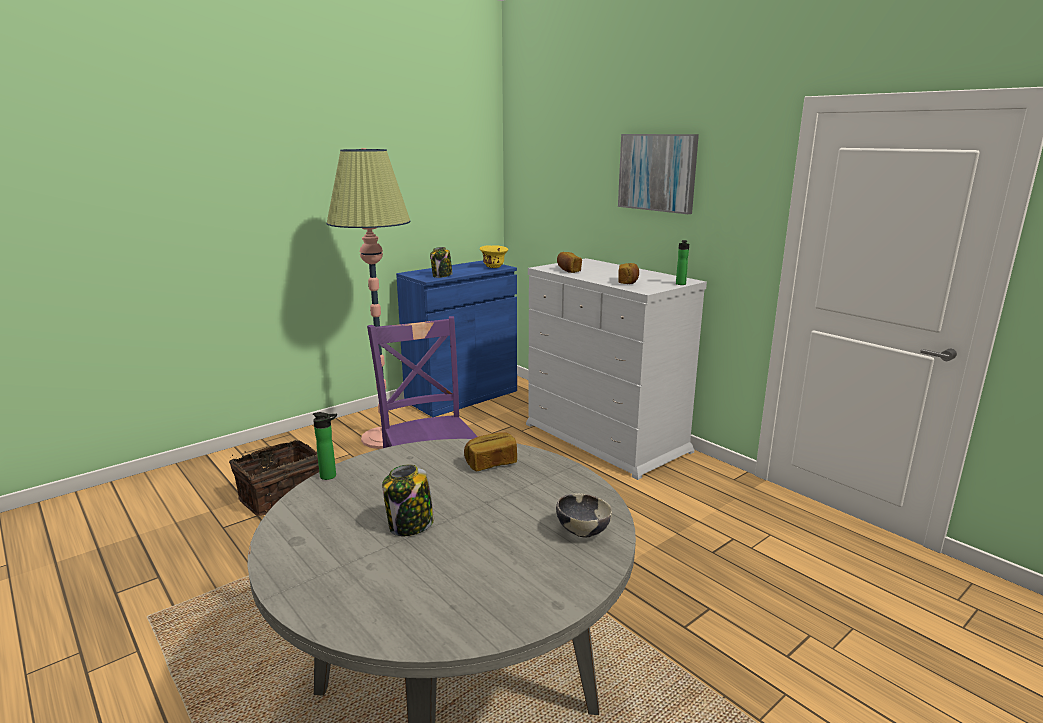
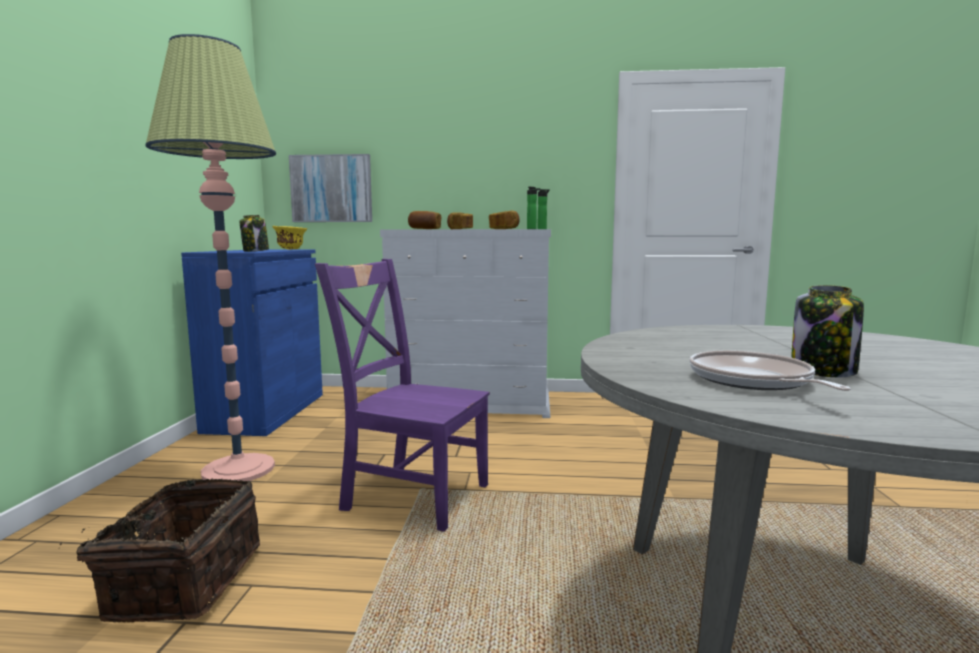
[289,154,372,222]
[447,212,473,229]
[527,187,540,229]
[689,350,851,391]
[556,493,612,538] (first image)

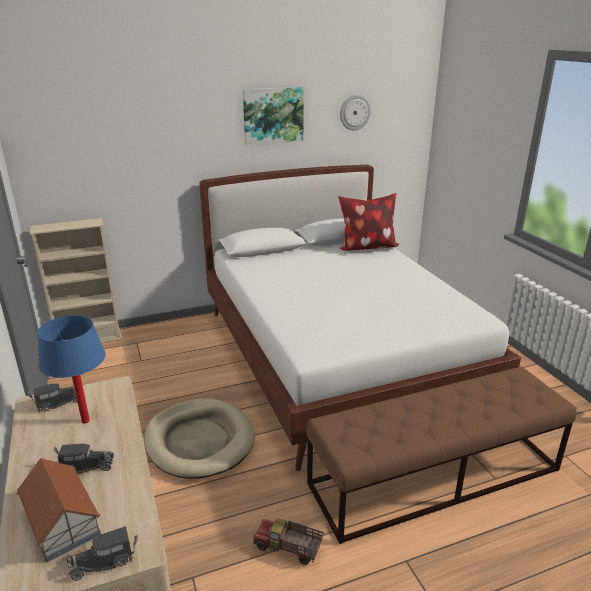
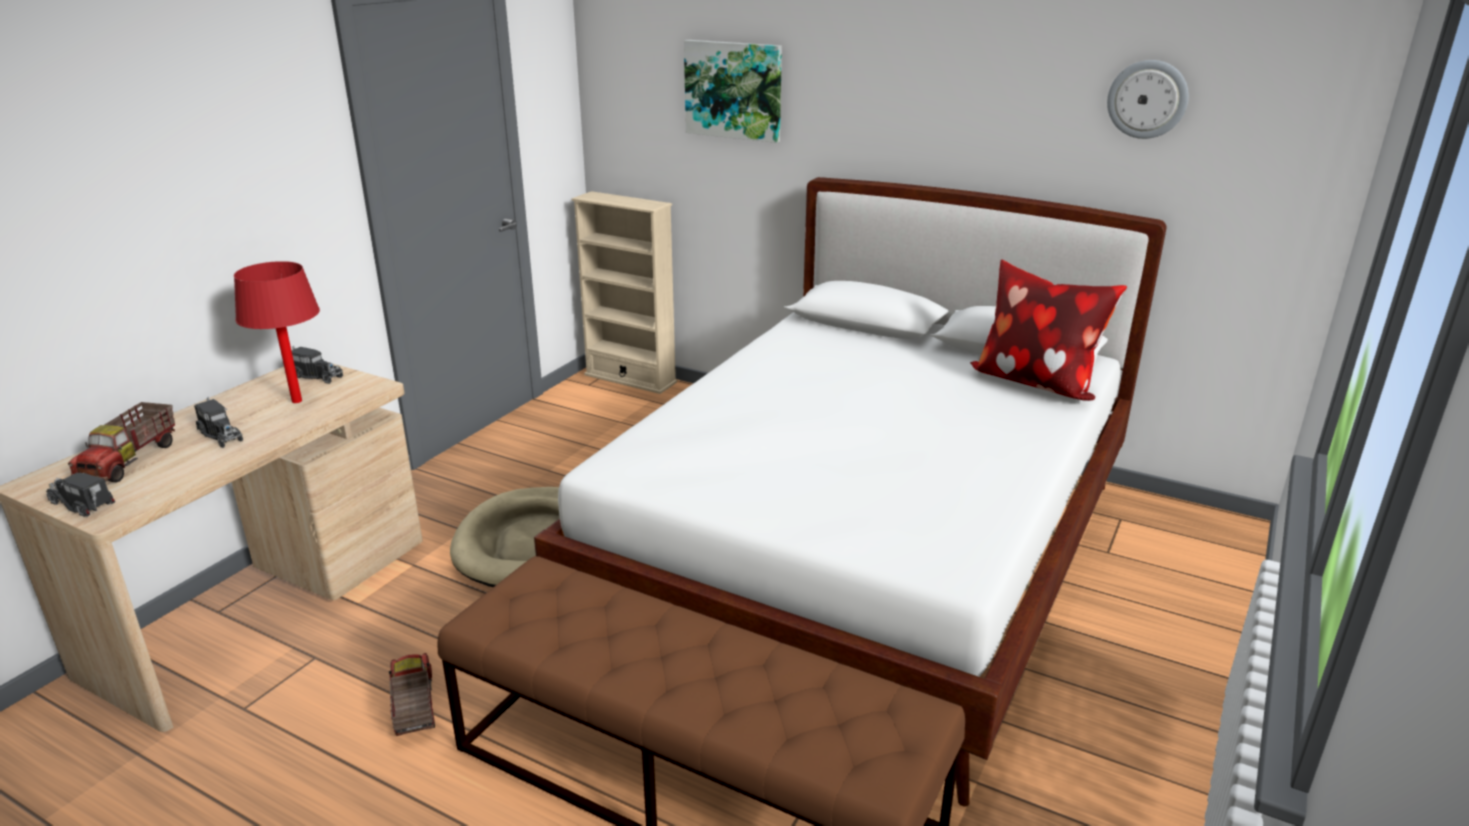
[68,402,175,483]
[234,261,320,403]
[684,40,782,143]

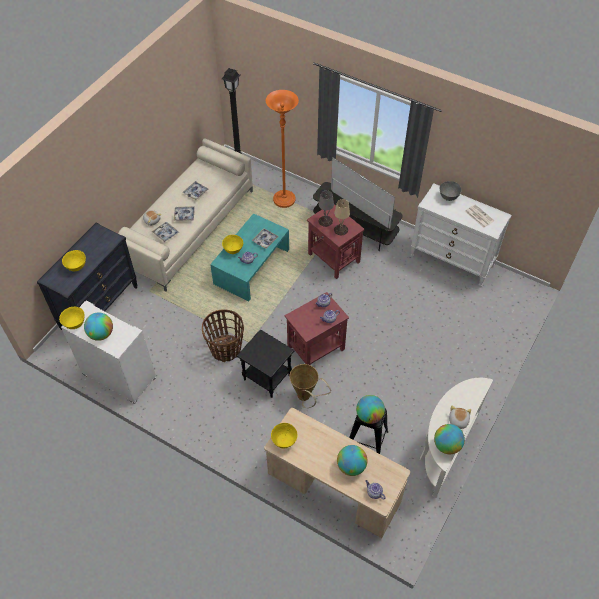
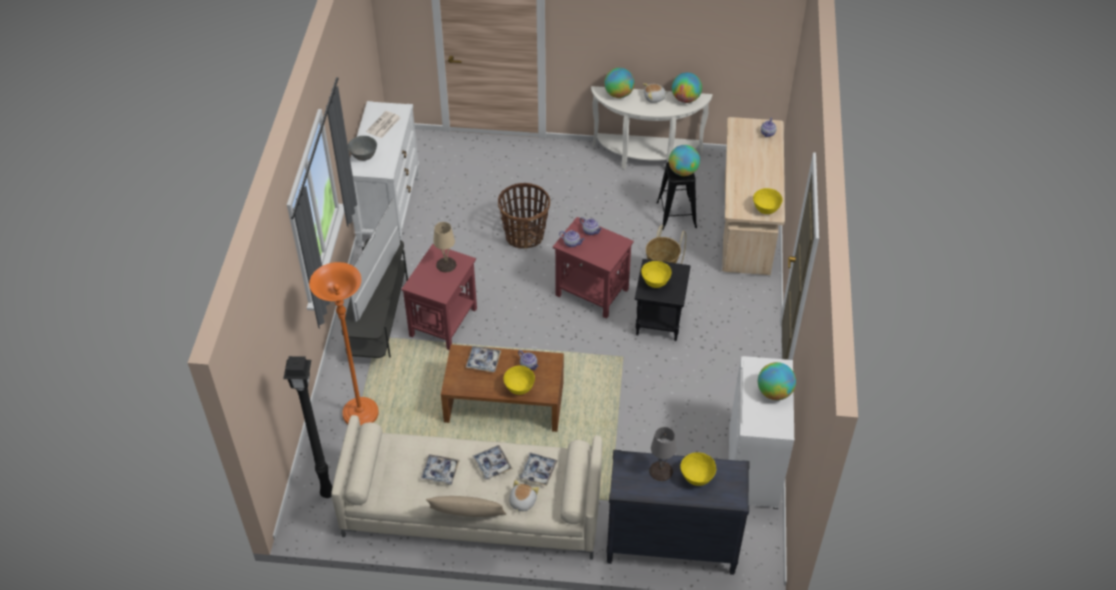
[425,496,506,517]
[441,344,564,432]
[498,183,550,249]
[604,68,635,98]
[641,261,672,288]
[649,427,676,481]

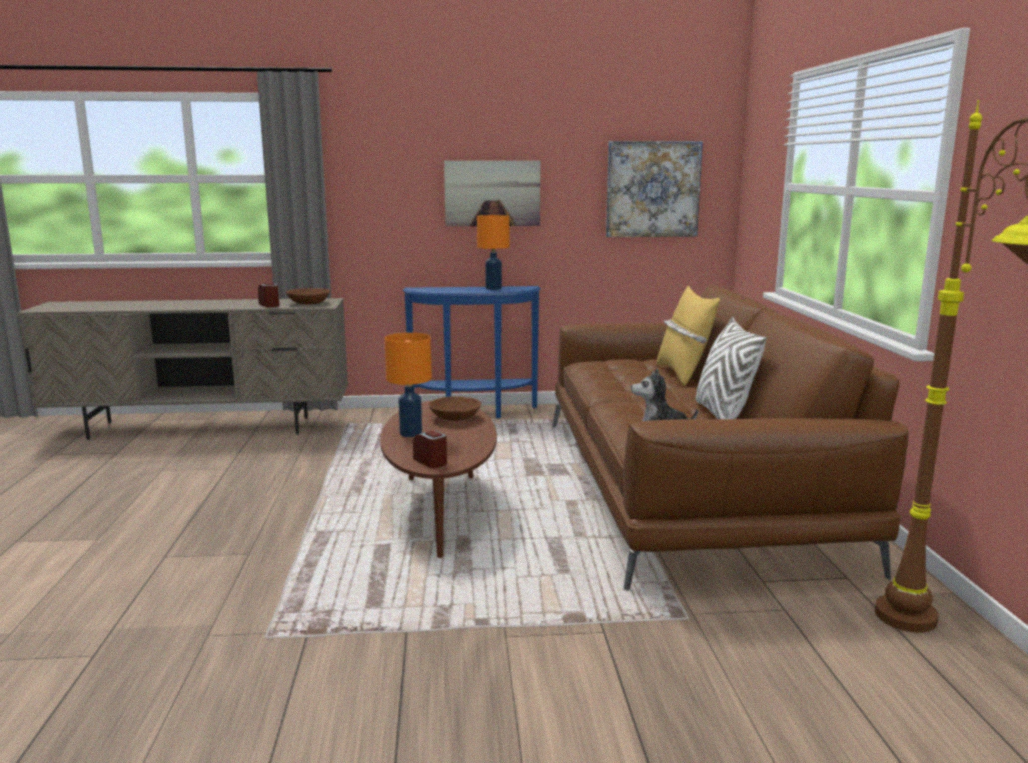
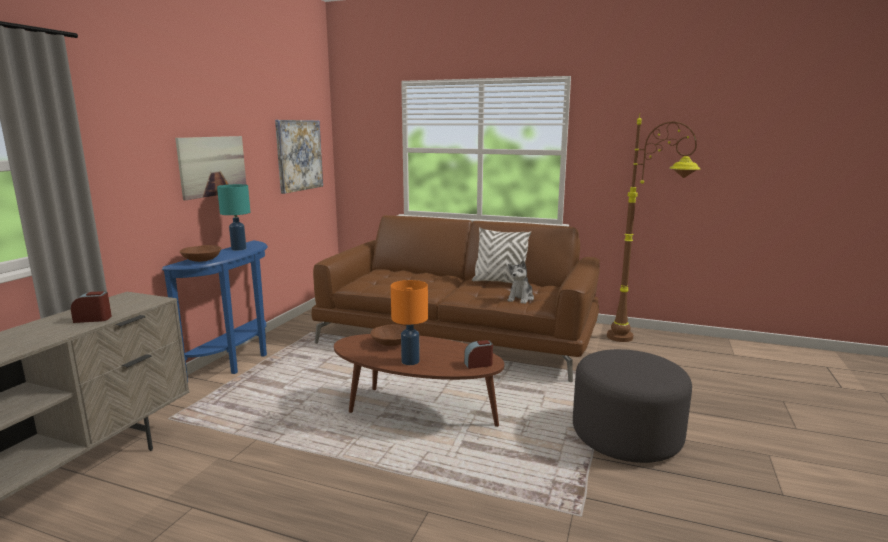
[180,245,221,262]
[217,184,250,251]
[573,349,692,463]
[657,286,720,386] (first image)

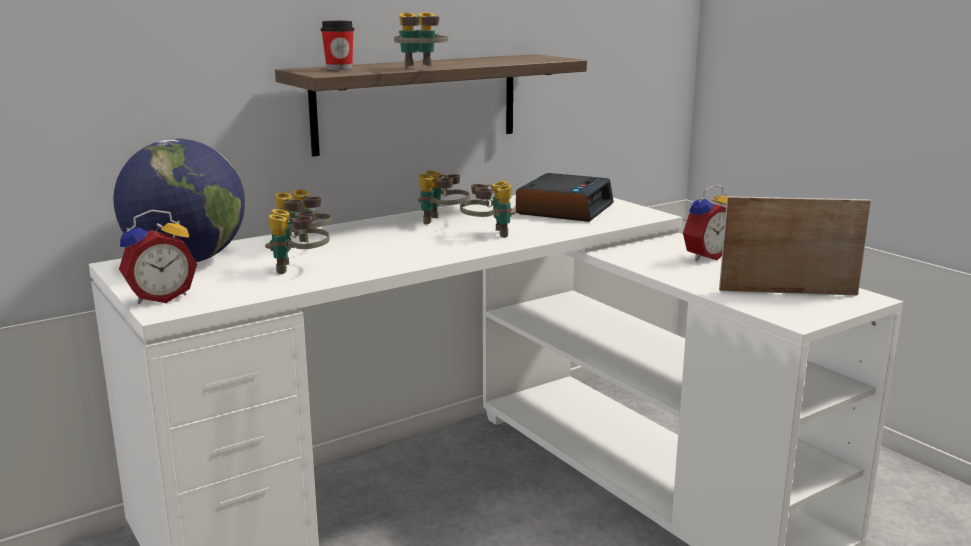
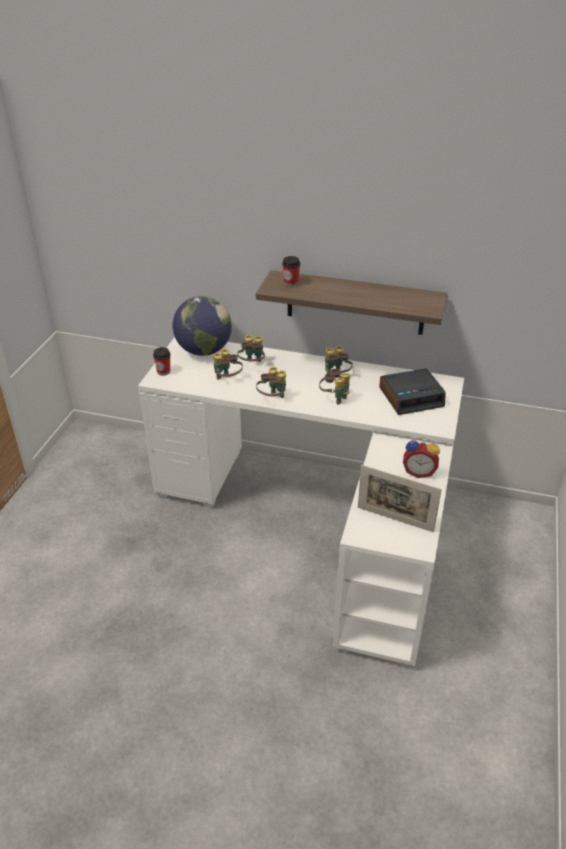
[153,347,171,375]
[256,367,286,398]
[358,465,442,532]

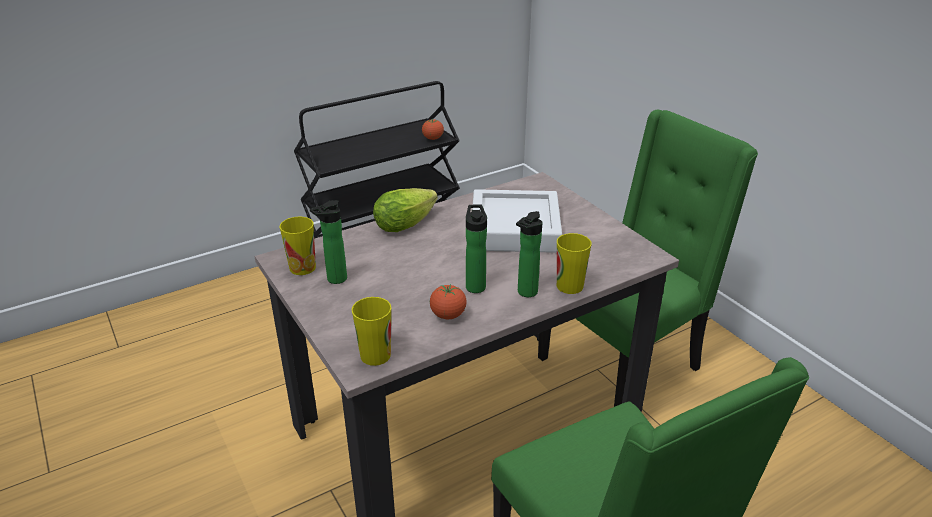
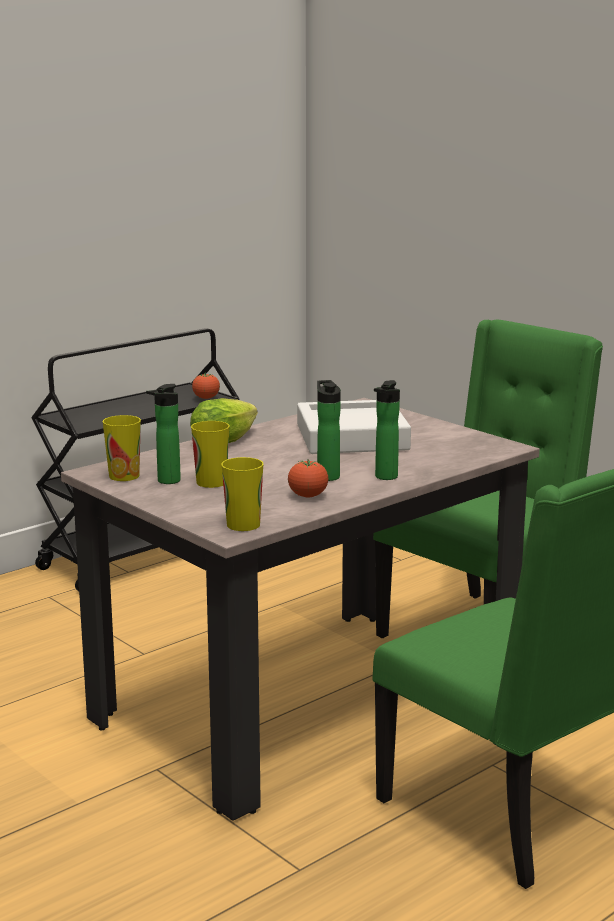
[191,421,230,488]

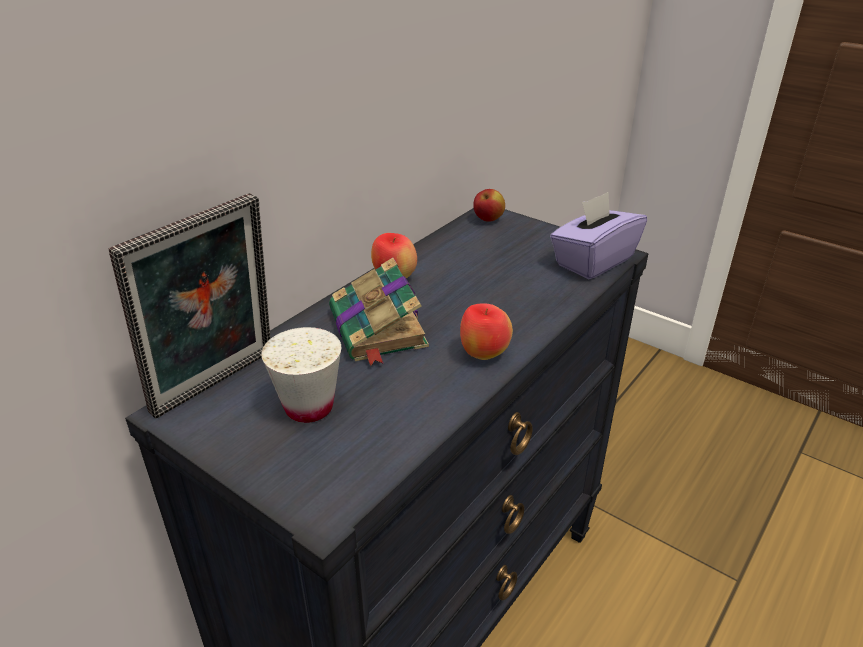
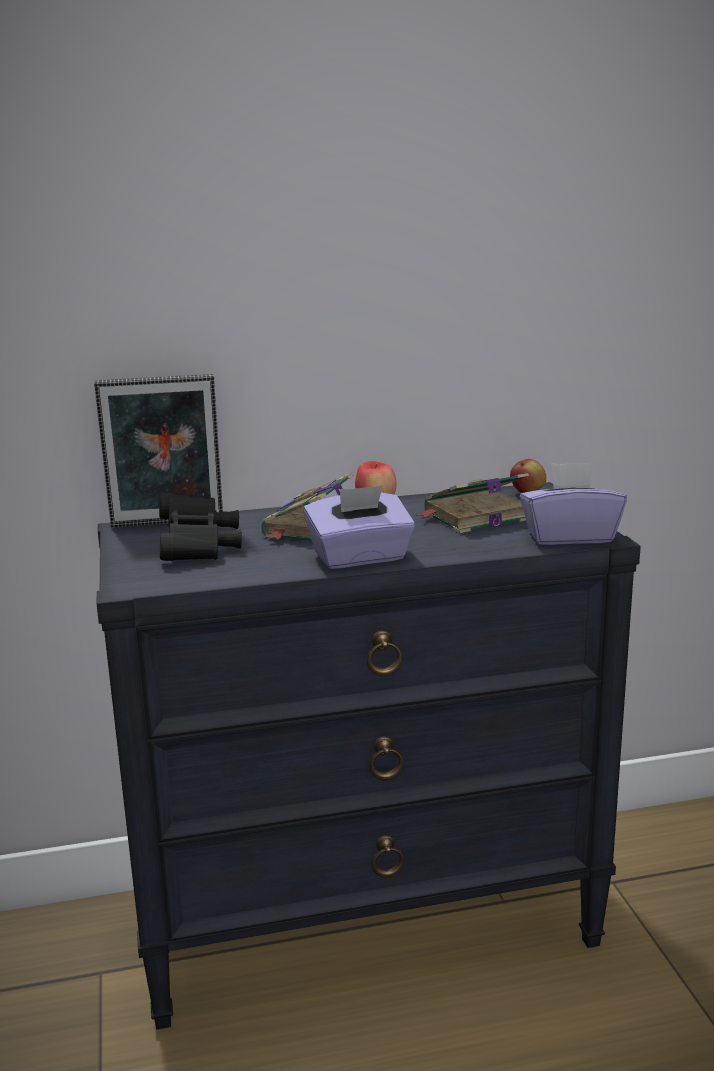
[159,493,242,561]
[303,486,415,569]
[417,473,529,533]

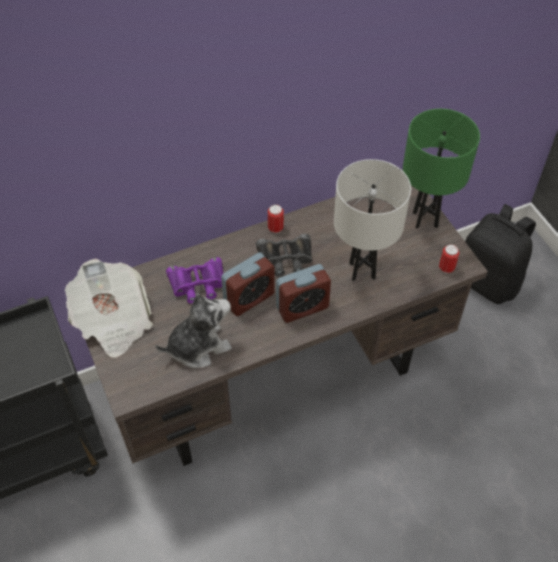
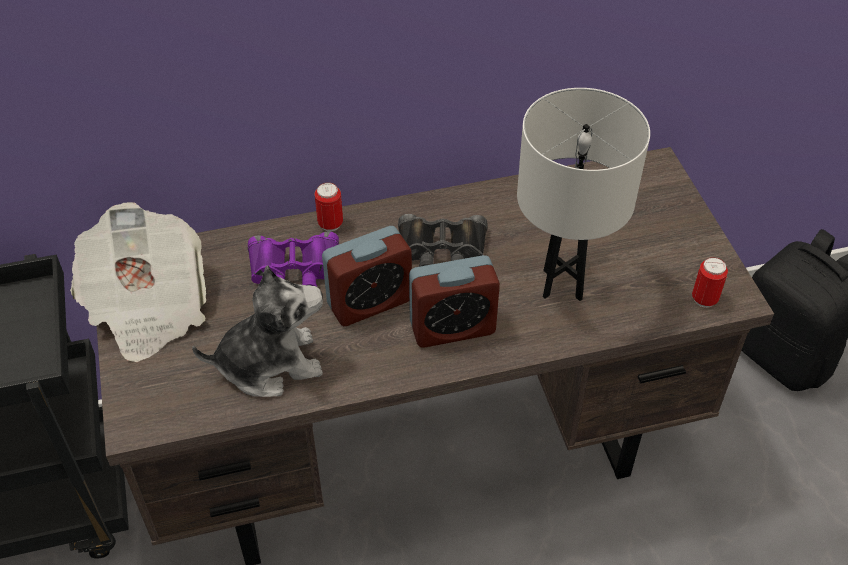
[315,182,343,231]
[403,109,480,229] (first image)

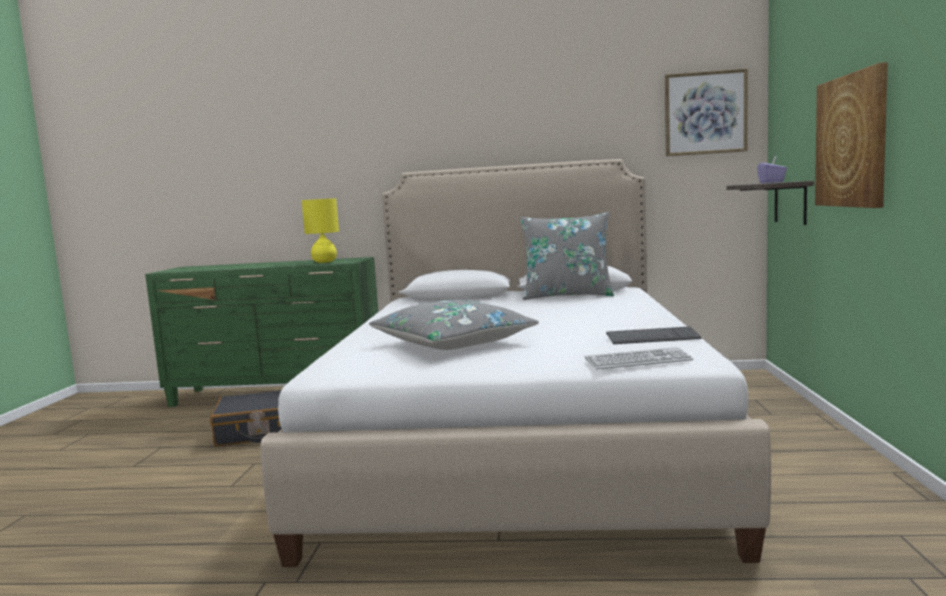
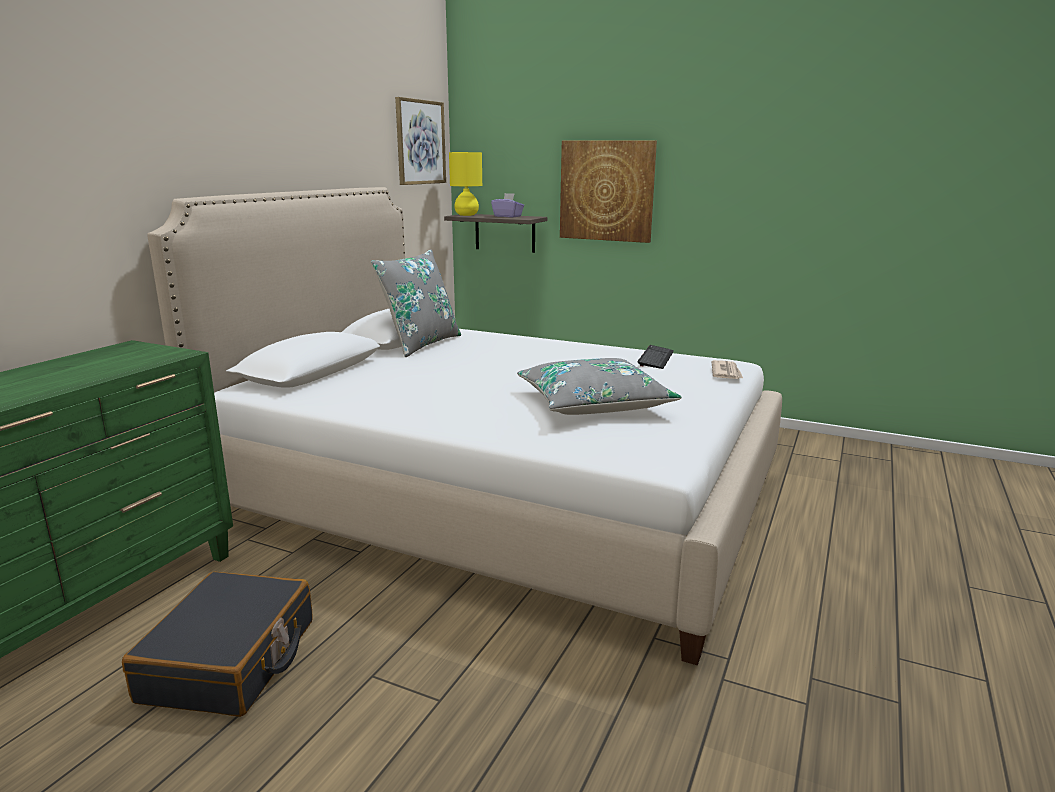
[449,152,482,216]
[712,360,743,379]

